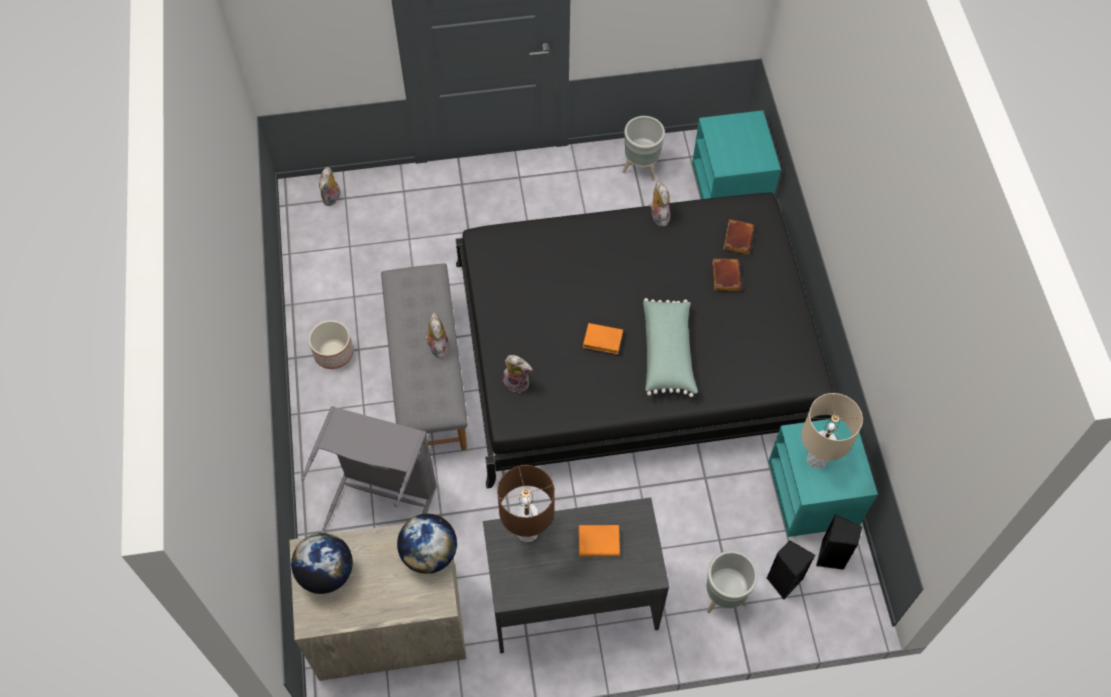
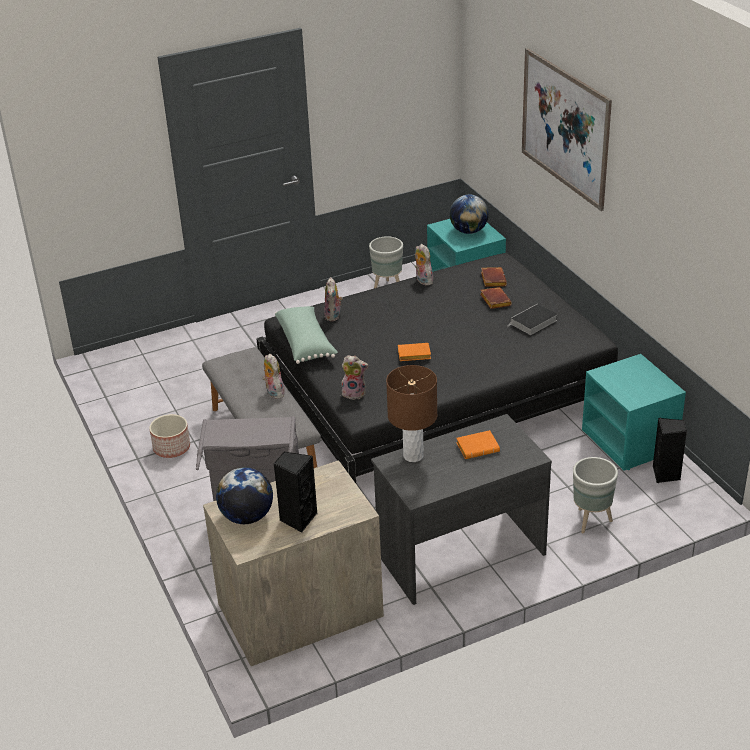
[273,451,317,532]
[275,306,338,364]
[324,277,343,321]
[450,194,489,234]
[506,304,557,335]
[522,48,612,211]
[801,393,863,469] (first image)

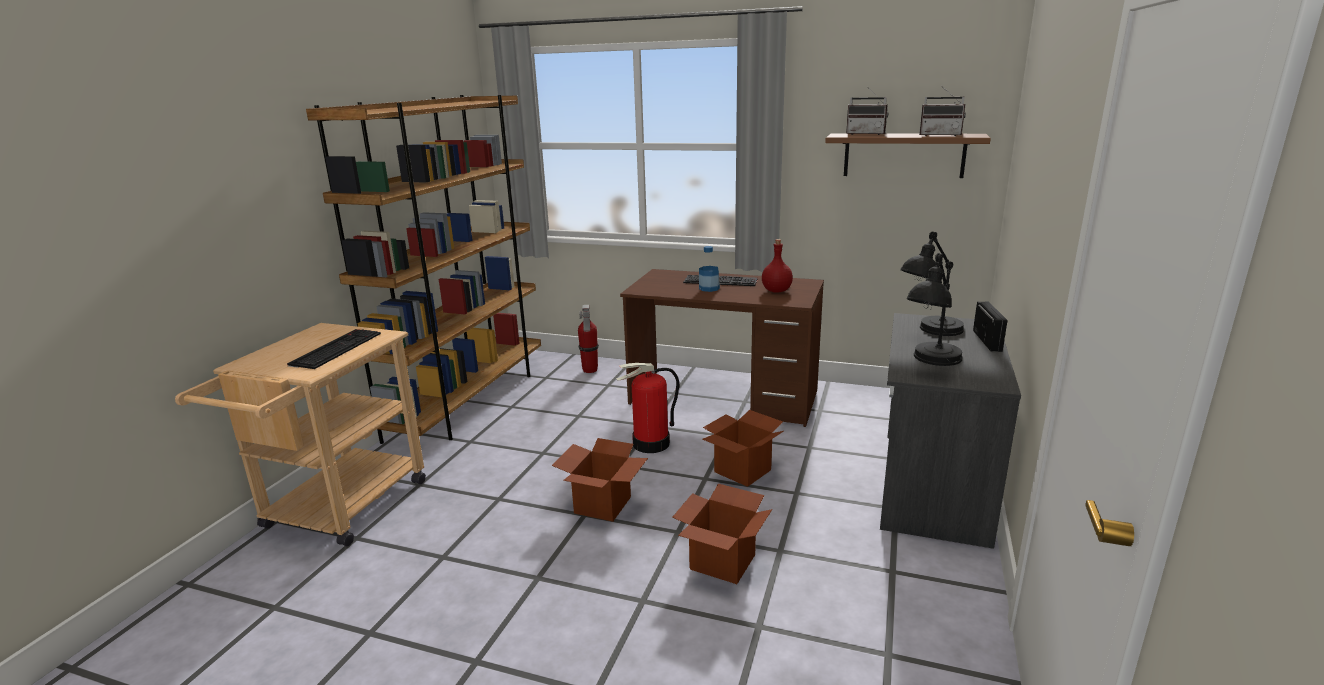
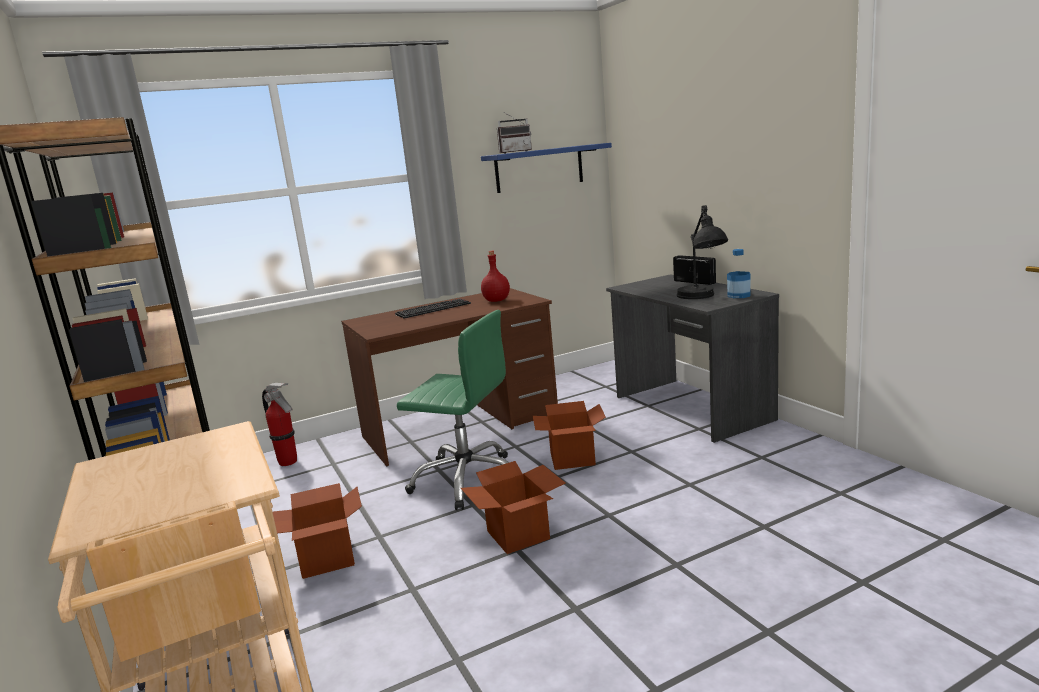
[273,483,362,579]
[397,310,509,510]
[481,143,612,193]
[727,249,751,298]
[287,329,381,369] (first image)
[900,232,964,336] (first image)
[919,86,966,136] (first image)

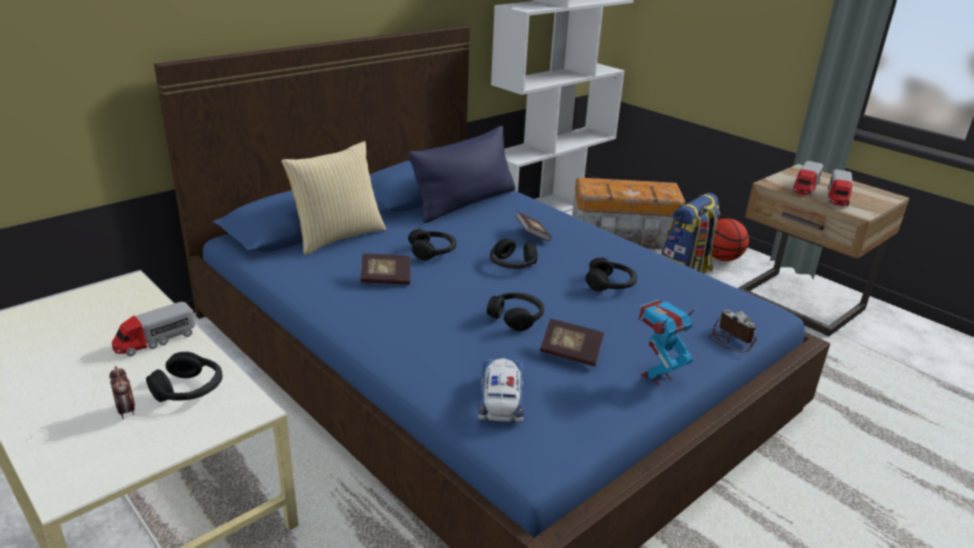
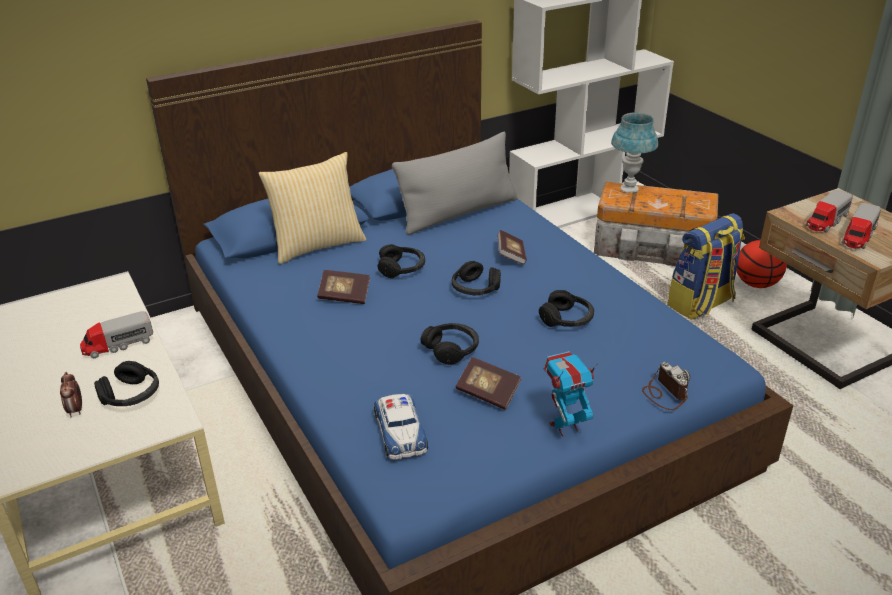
[374,394,428,460]
[392,132,517,235]
[611,112,658,193]

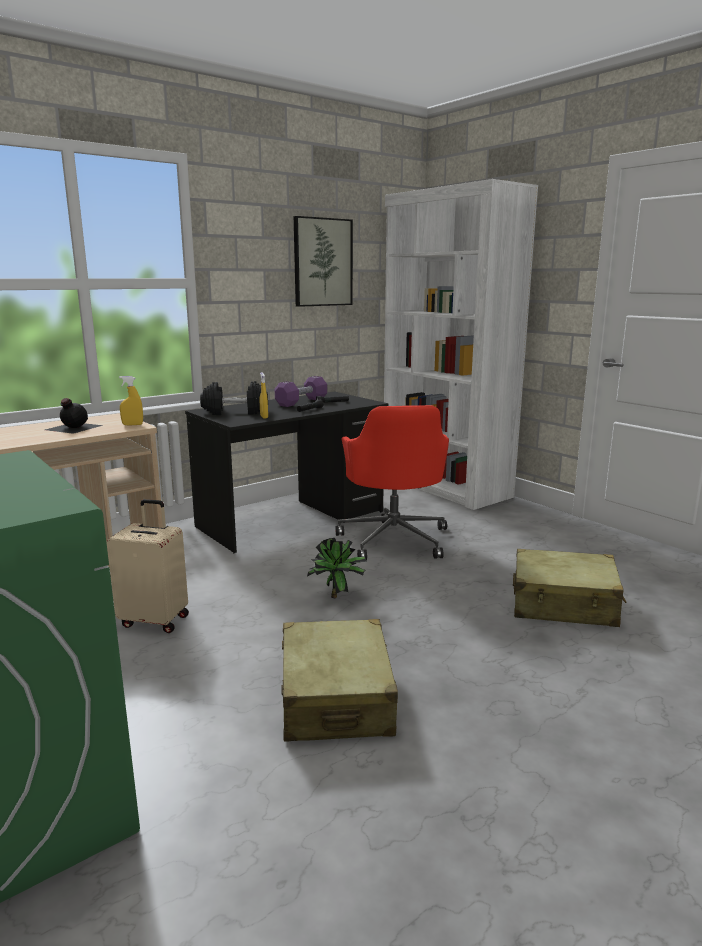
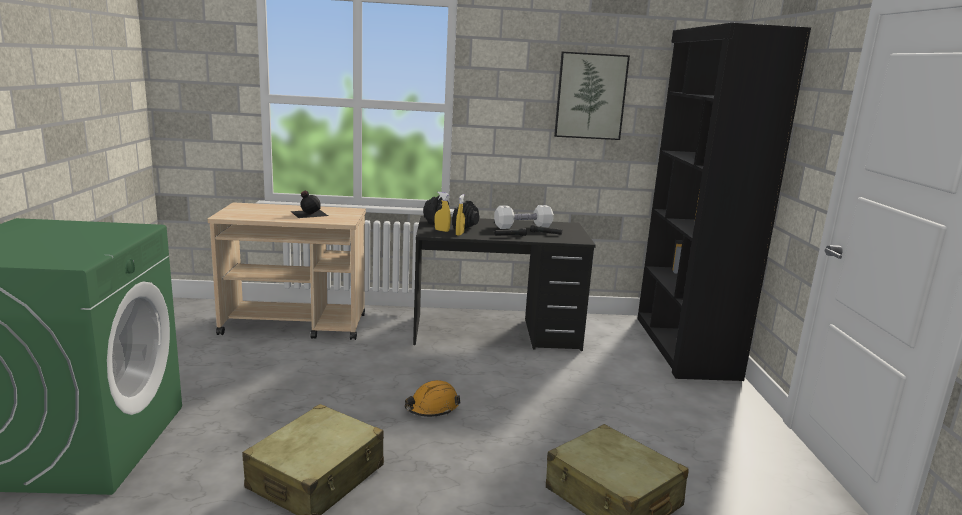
[405,380,460,417]
[435,192,451,232]
[494,205,554,229]
[637,23,811,381]
[107,499,189,633] (first image)
[336,405,449,560] (first image)

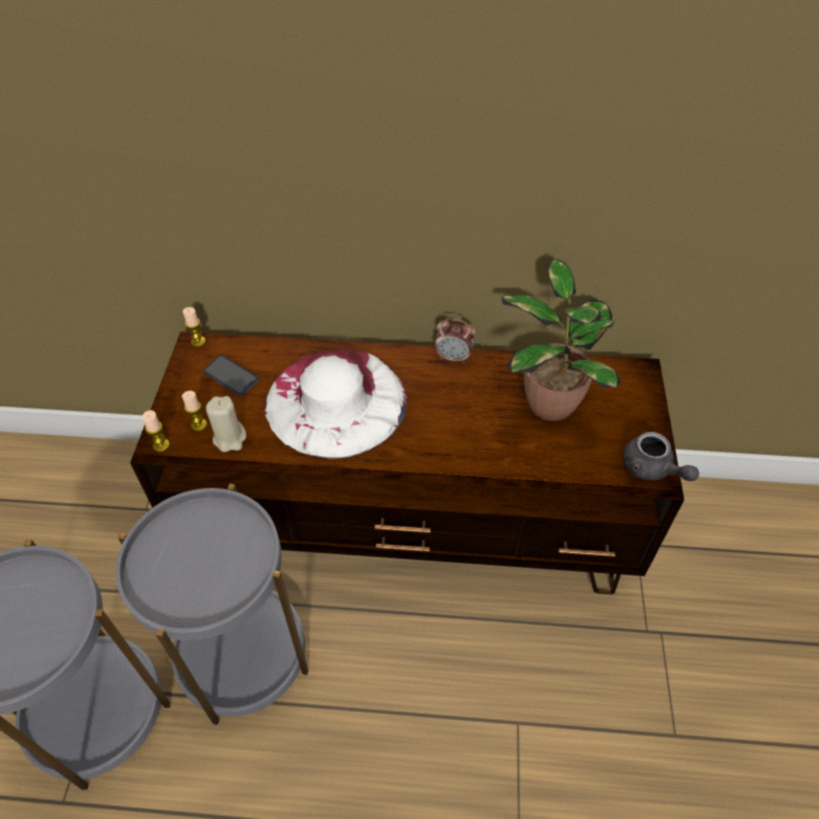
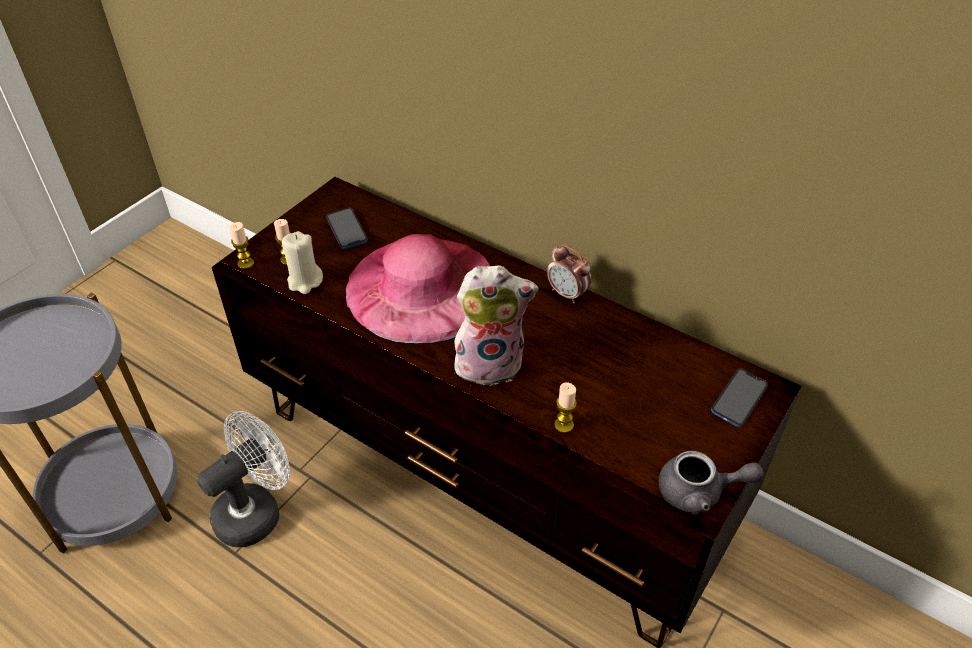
[197,411,290,547]
[346,234,490,343]
[454,265,538,386]
[554,383,577,433]
[658,451,764,515]
[711,369,768,427]
[501,259,621,421] (first image)

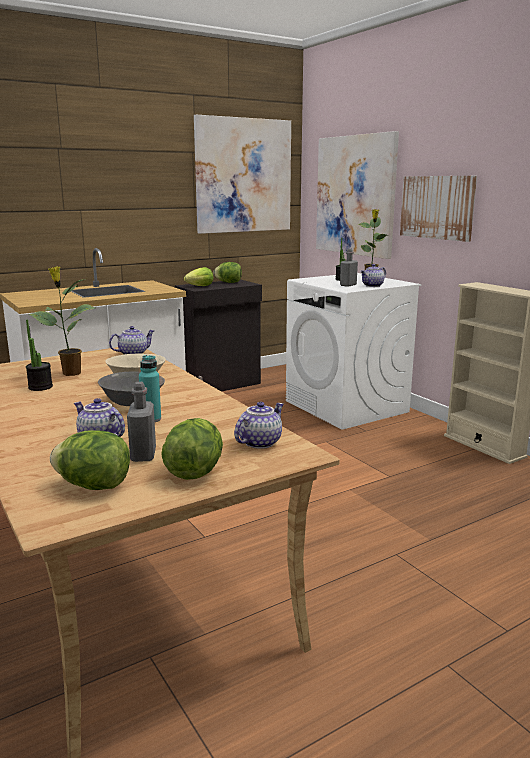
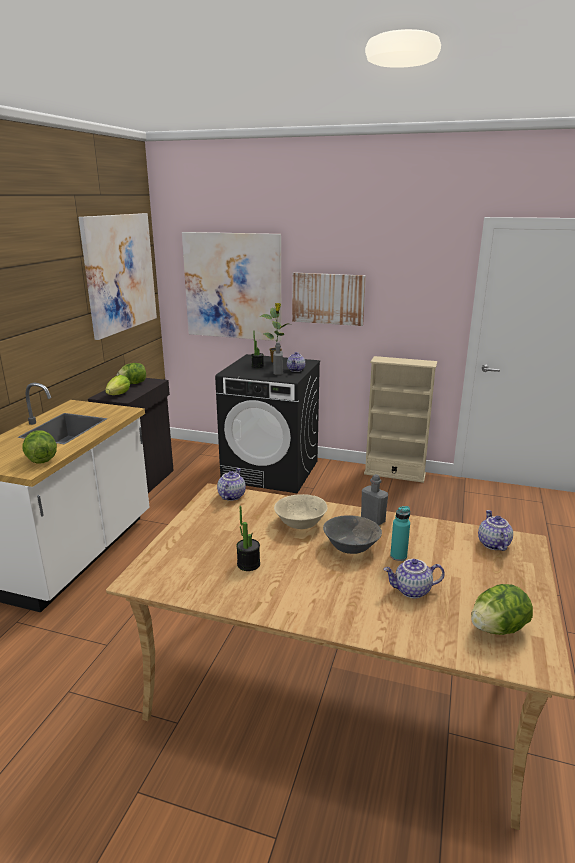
[22,430,57,463]
[215,354,320,493]
[361,474,388,525]
[29,266,95,376] (first image)

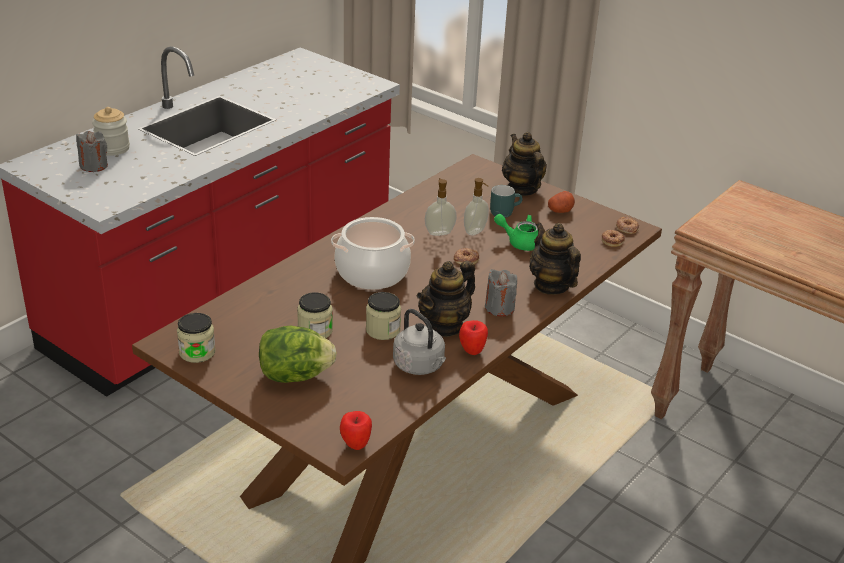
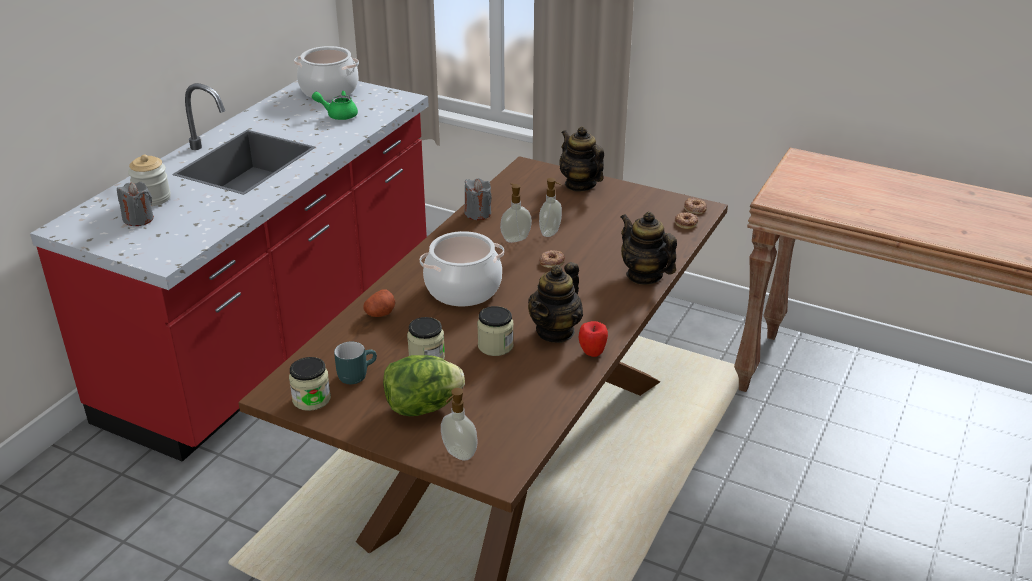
[294,46,359,100]
[312,91,358,120]
[334,342,377,384]
[364,289,395,317]
[441,388,478,461]
[465,178,492,220]
[340,411,372,450] (first image)
[393,309,446,375] (first image)

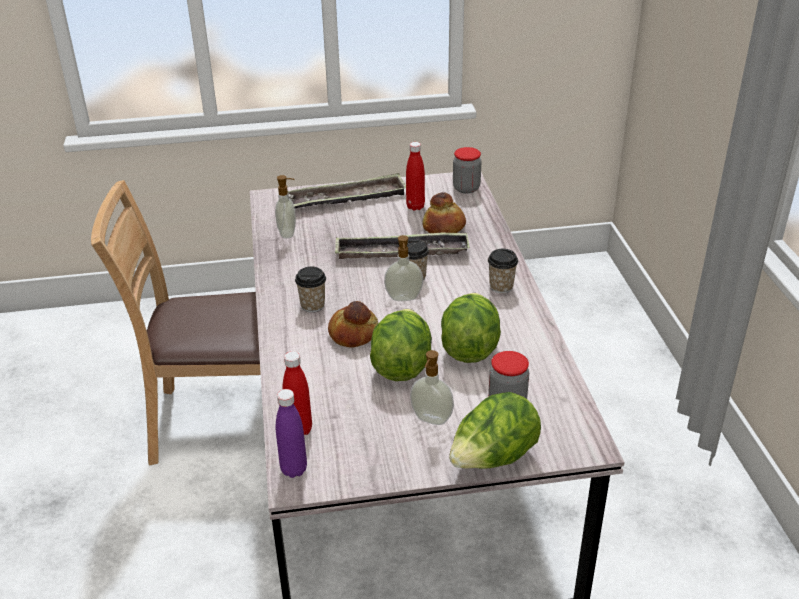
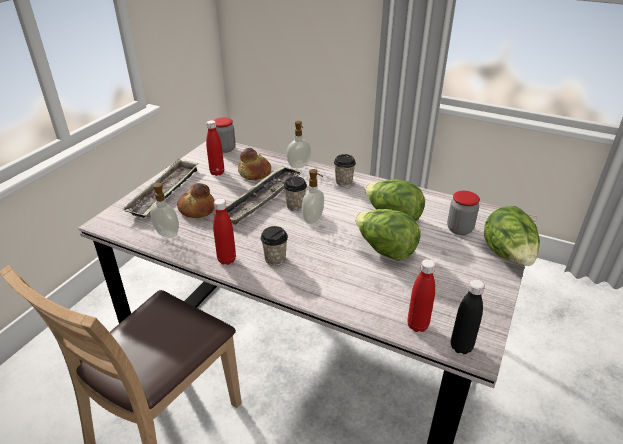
[177,183,215,218]
[213,199,236,265]
[286,121,311,168]
[451,279,485,354]

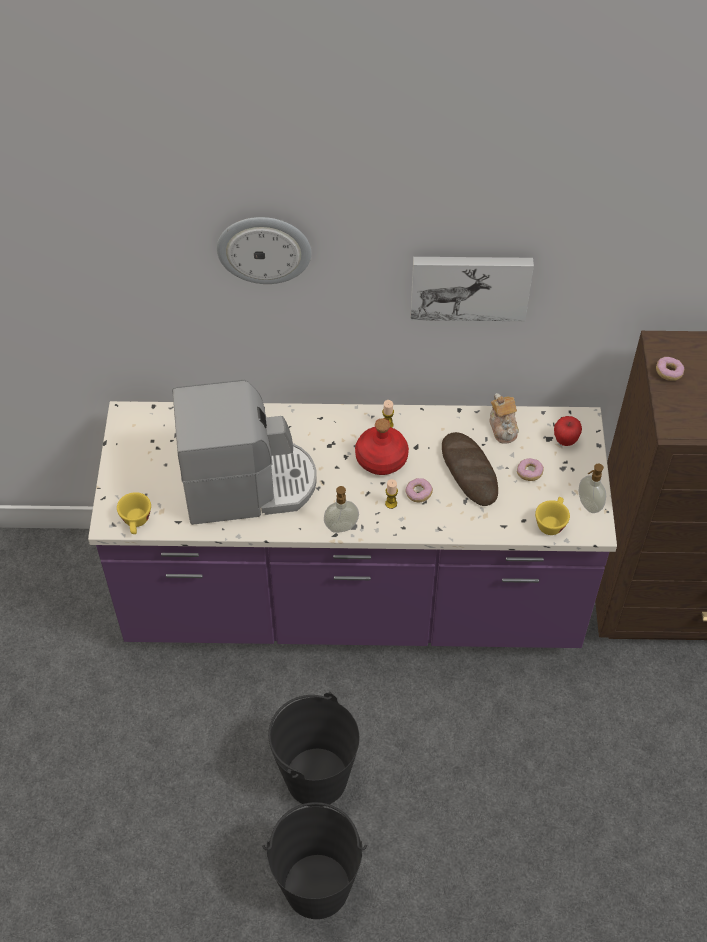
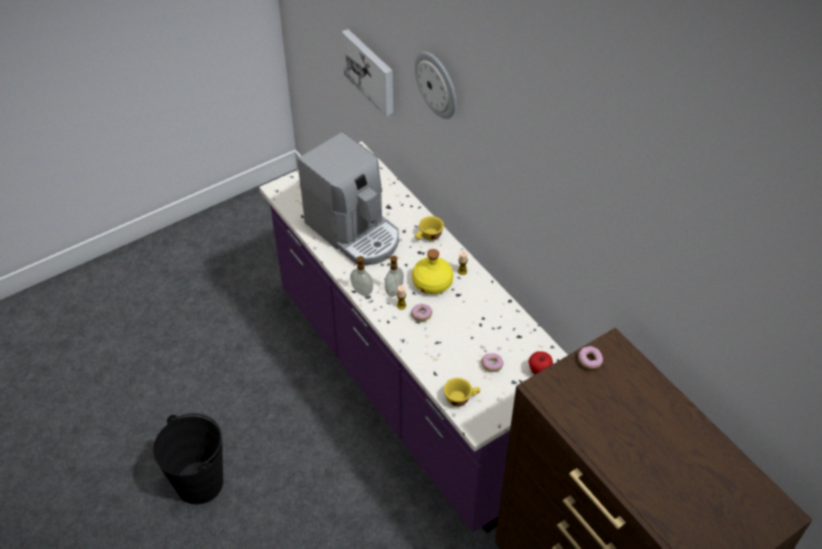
[342,29,393,117]
[385,256,404,297]
[412,249,454,294]
[415,216,444,241]
[268,691,359,807] (first image)
[442,432,498,506] (first image)
[489,393,519,444] (first image)

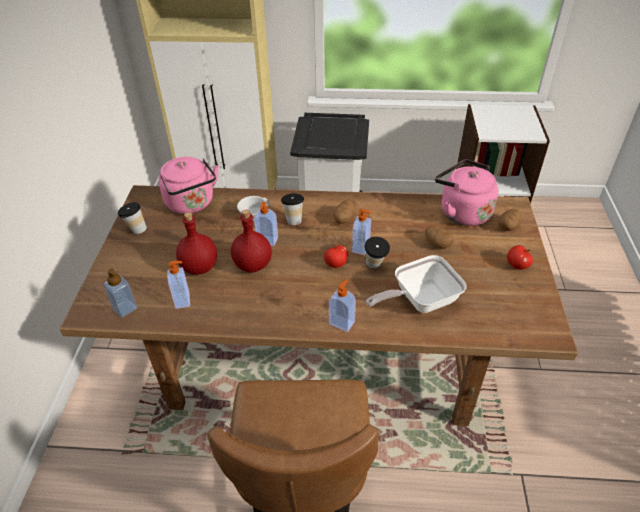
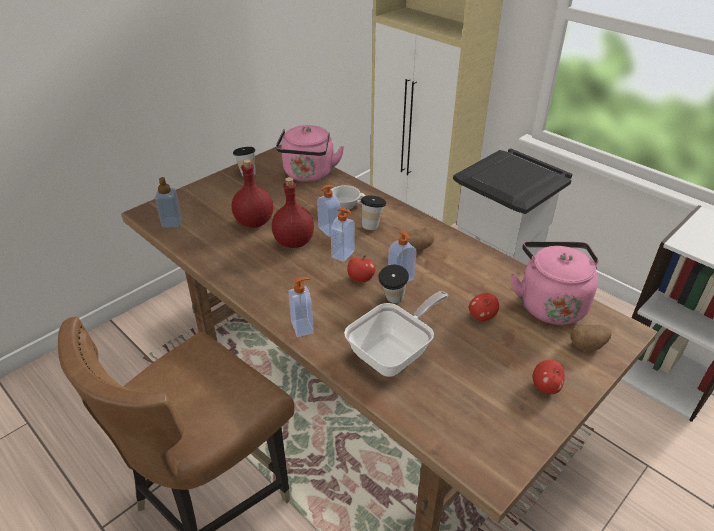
[331,207,355,262]
[344,291,448,377]
[469,293,499,321]

